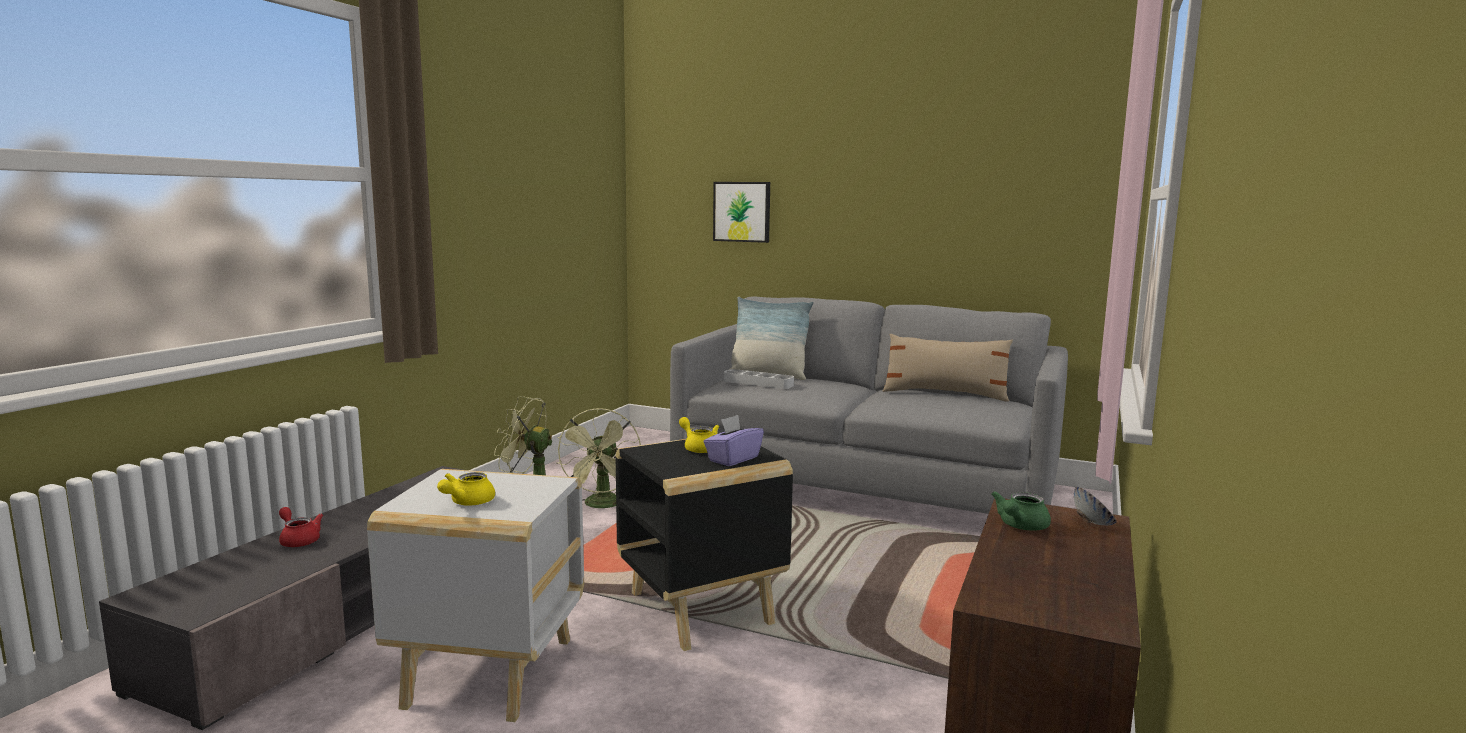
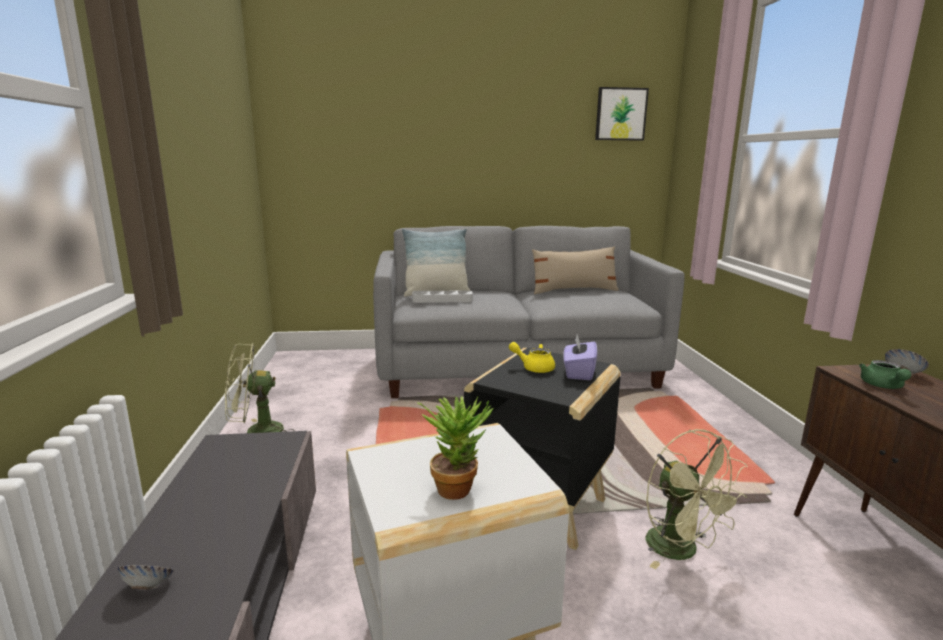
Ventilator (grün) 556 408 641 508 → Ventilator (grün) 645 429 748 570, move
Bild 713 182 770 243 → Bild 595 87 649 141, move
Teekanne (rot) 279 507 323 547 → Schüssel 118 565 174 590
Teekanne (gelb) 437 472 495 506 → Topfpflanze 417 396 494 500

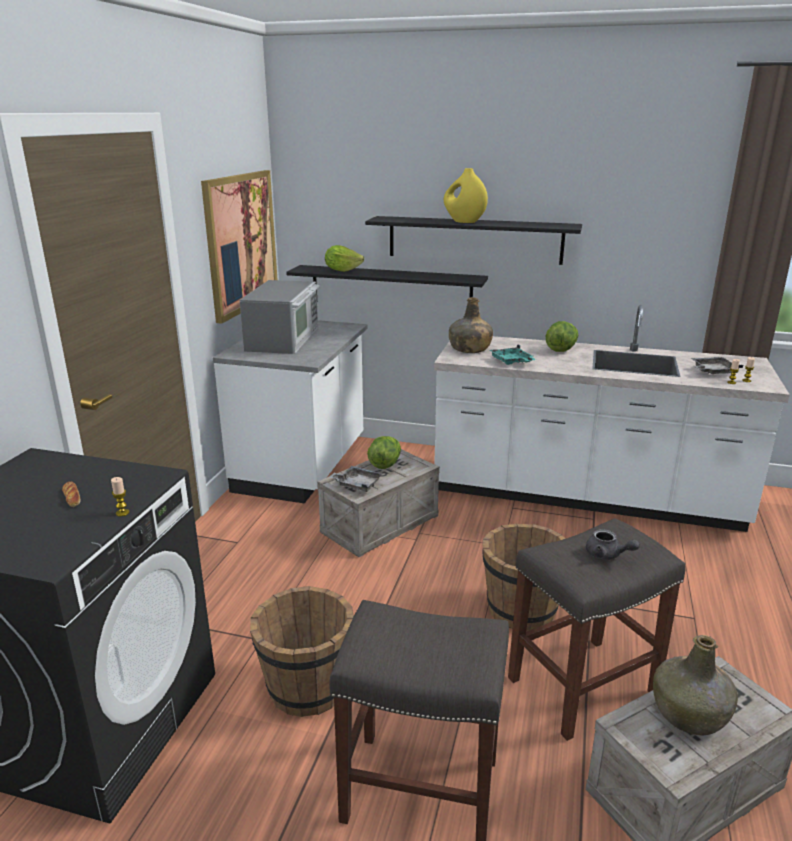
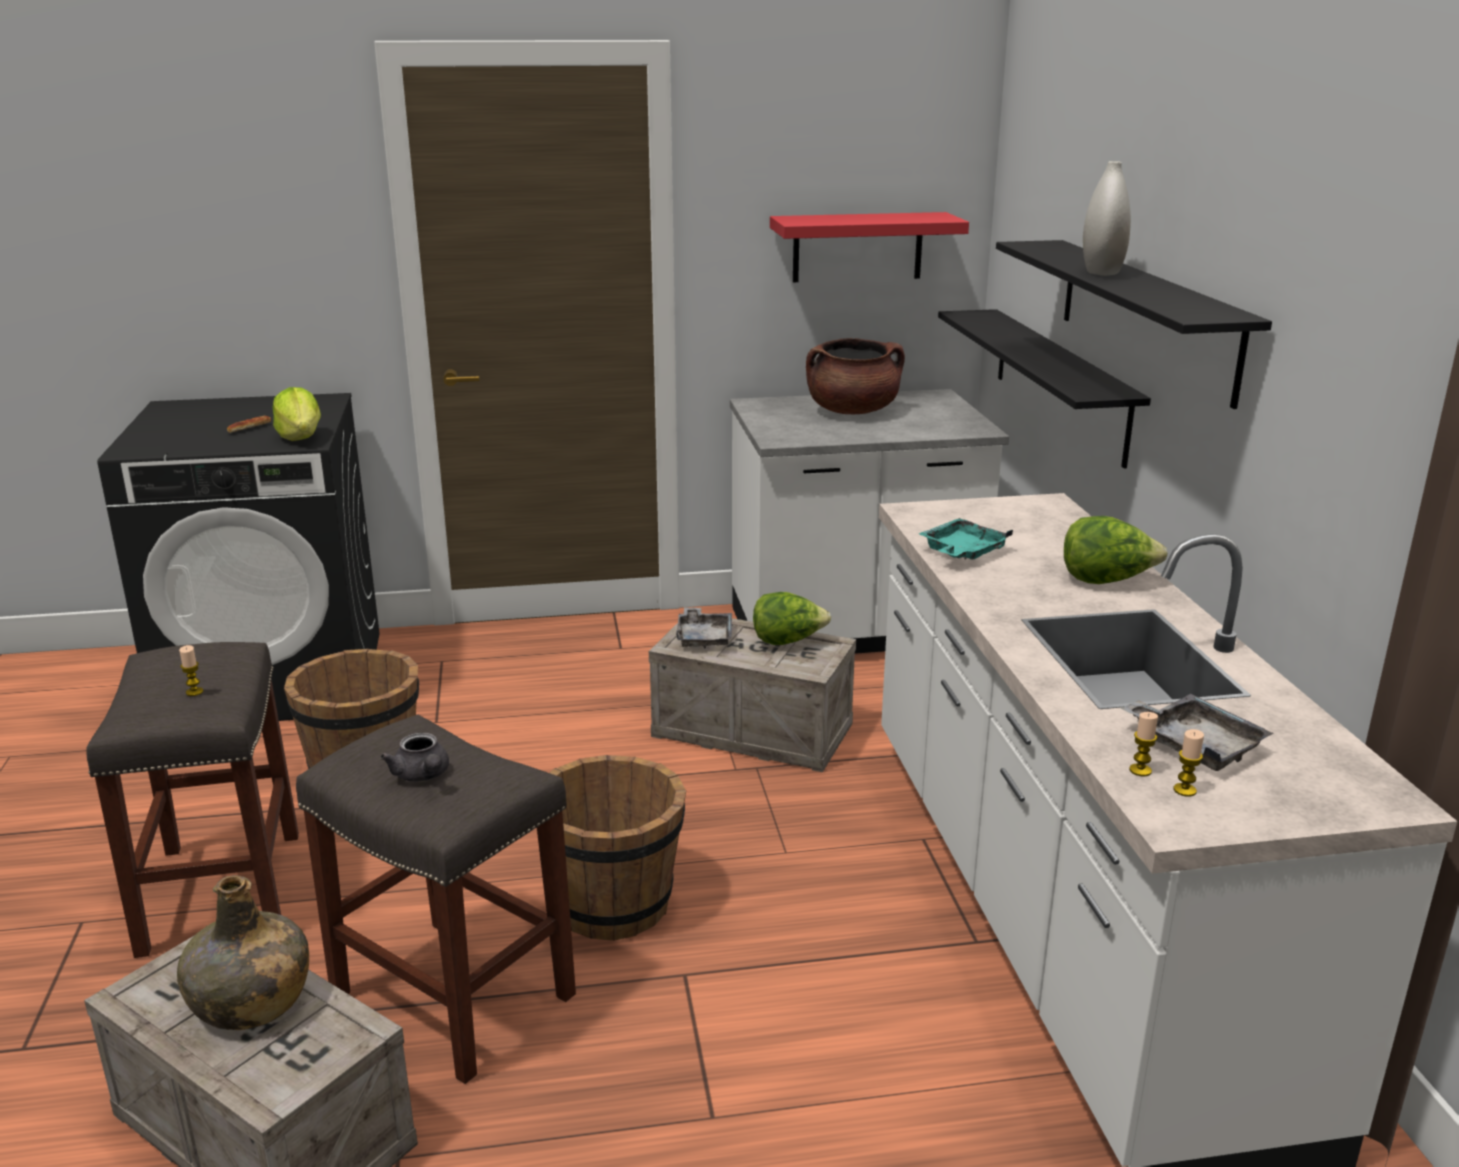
Flasche (grün) 449 297 493 353 → -
Kerze 111 477 130 516 → Kerze 179 645 203 696, move
Salatkopf 325 245 364 272 → Salatkopf 273 387 321 441, move
Bild 201 170 278 324 → Wandregal (rot) 770 212 969 282
Mikrowelle 240 280 320 354 → Kochtopf (braun) 806 338 905 414
Vase (gelb) 444 168 488 223 → Vase (weiß) 1083 161 1131 276
Teekanne (grau) 586 529 640 560 → Teekanne (grau) 380 733 449 782, 45 degrees counterclockwise

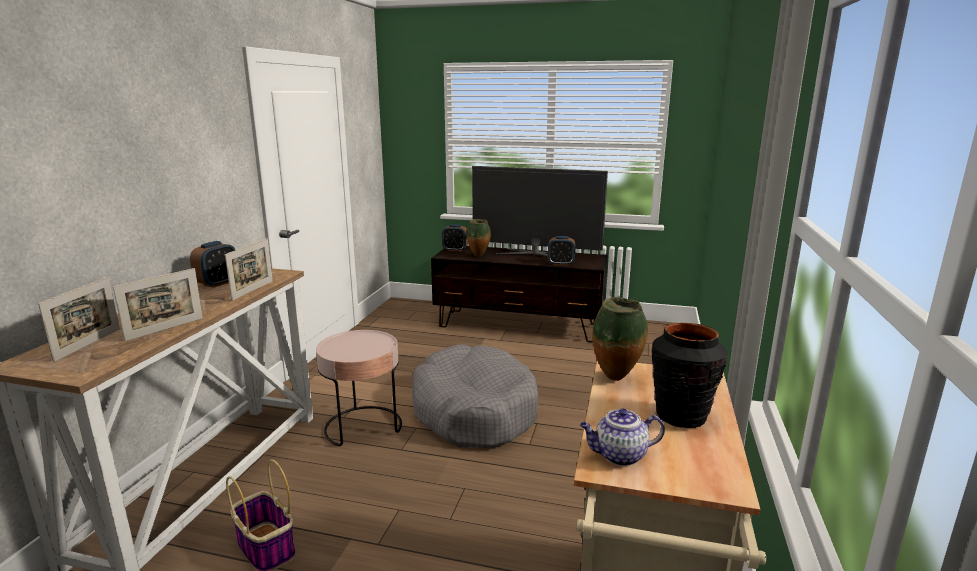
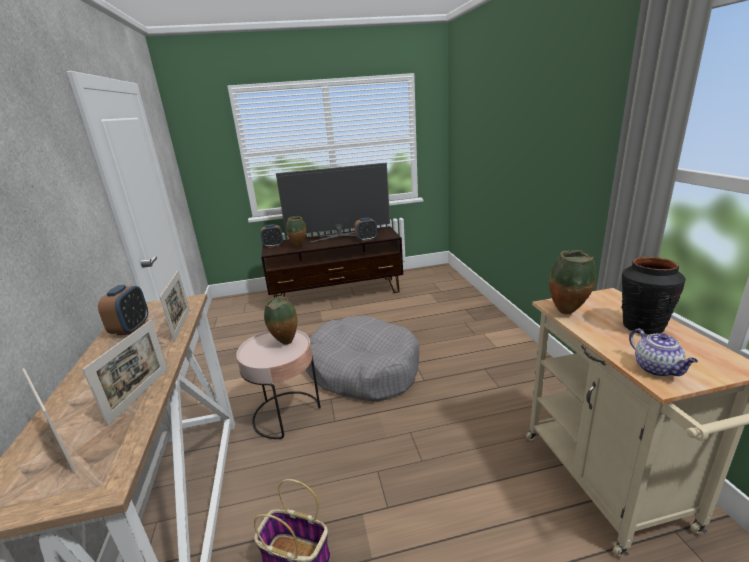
- → Vase 264 296 297 345
Bilderrahmen 38 277 120 362 → Bilderrahmen 22 368 76 473, 150 degrees clockwise
Teekanne 580 408 665 466 → Teekanne 629 328 698 377, 75 degrees counterclockwise

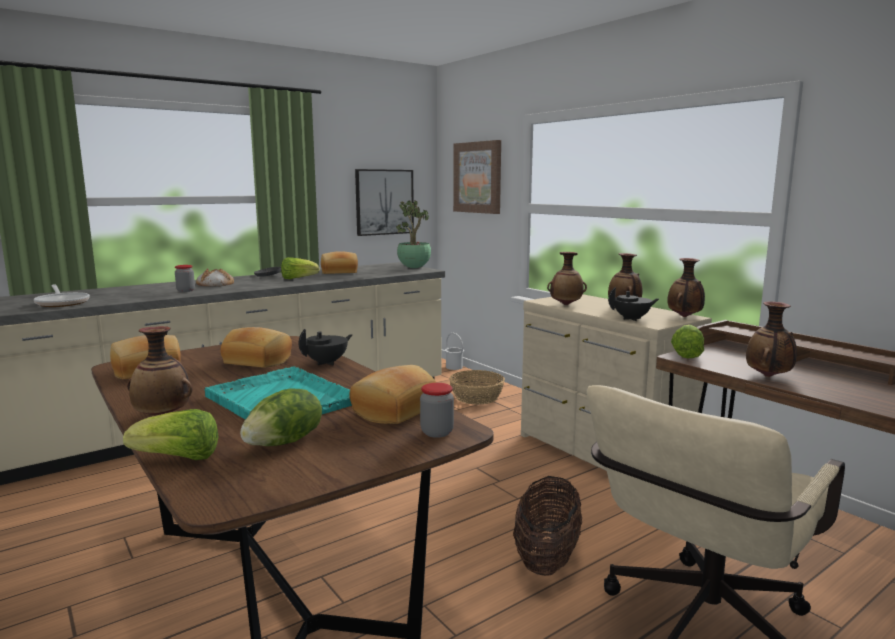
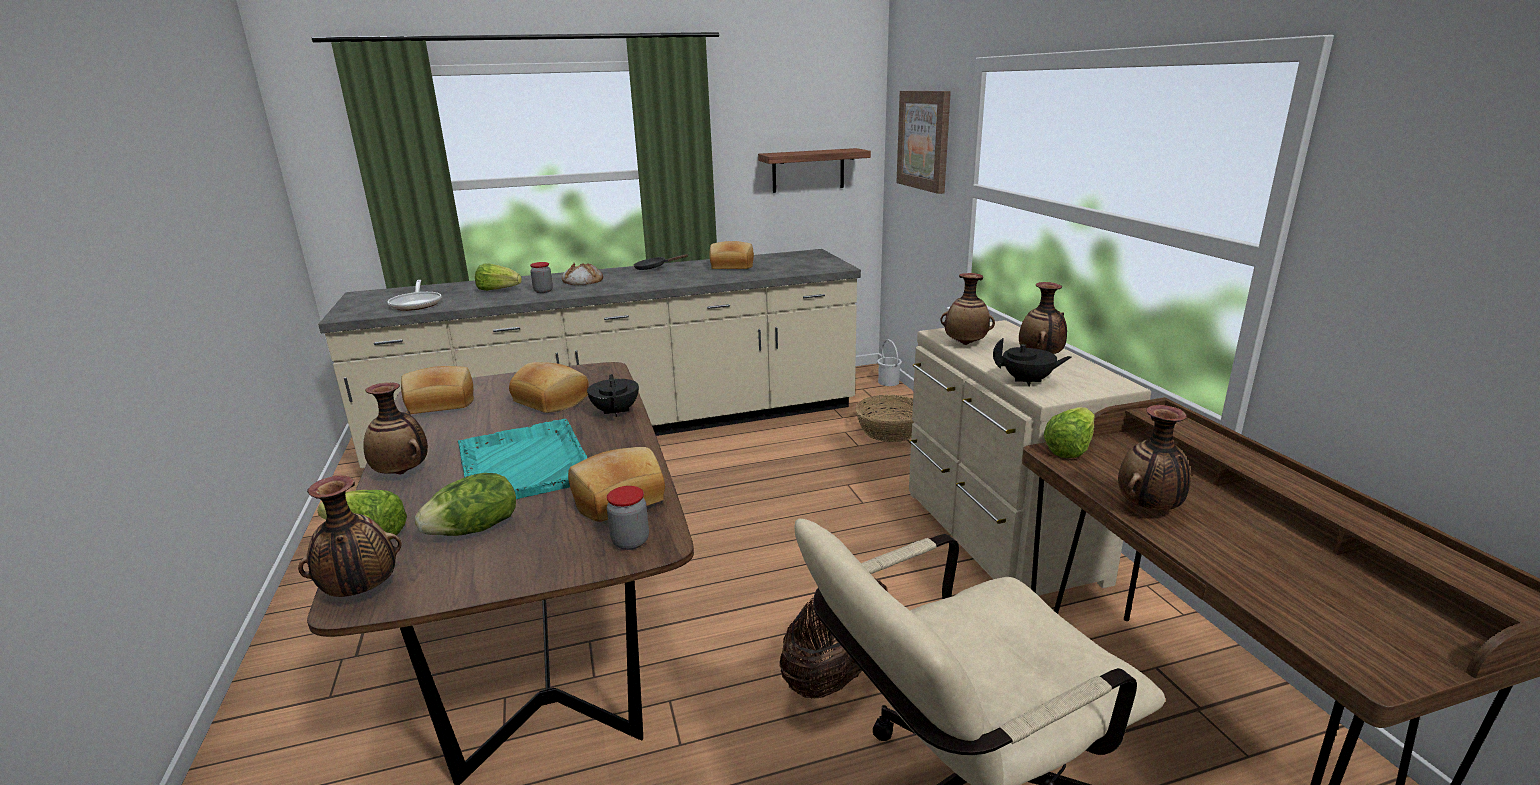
Topfpflanze 396 200 431 268 → -
Salatkopf 281 257 319 279 → Salatkopf 475 263 522 291, move
Vase 667 258 705 317 → Vase 298 475 402 597, move
Bild 355 169 414 236 → Wandregal 758 148 871 193
Teekanne (schwarz) 299 329 352 365 → Teekanne (schwarz) 587 374 639 417, 75 degrees counterclockwise

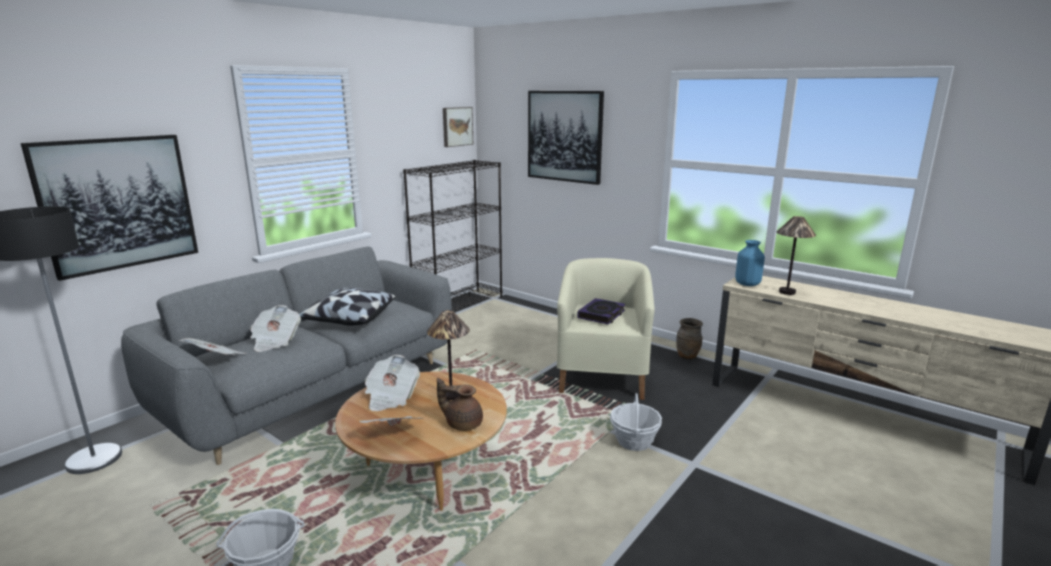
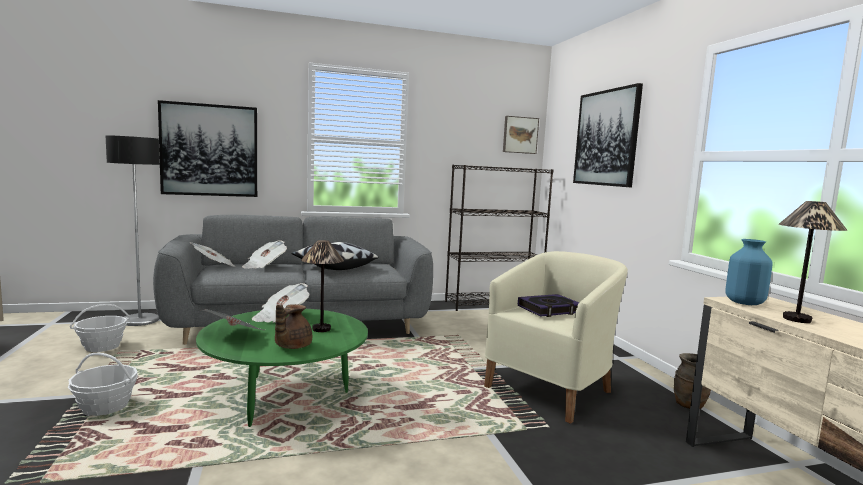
Korb 610 393 662 451 → Korb 70 304 130 352, move
Couchtisch (braun) 335 372 507 511 → Couchtisch (grün) 196 309 368 427
Teekanne (braun) 437 378 483 431 → Teekanne (braun) 275 304 312 349, 120 degrees counterclockwise

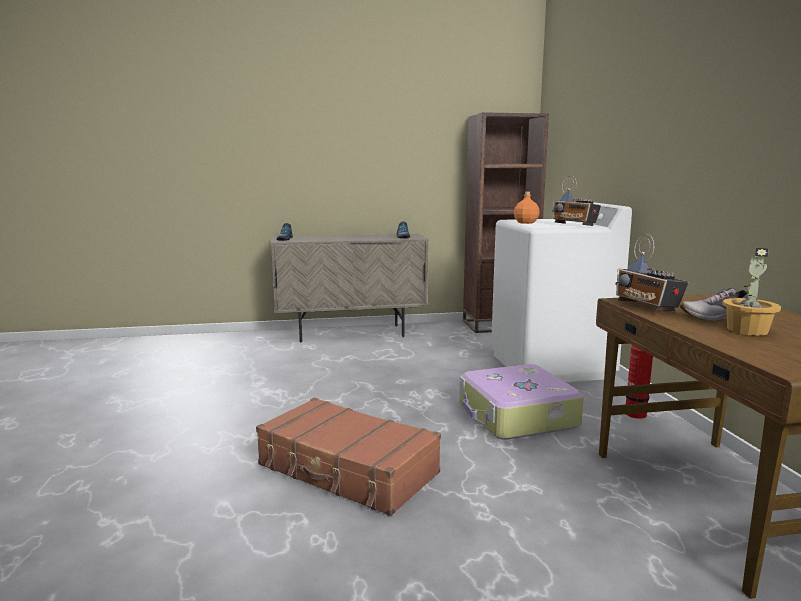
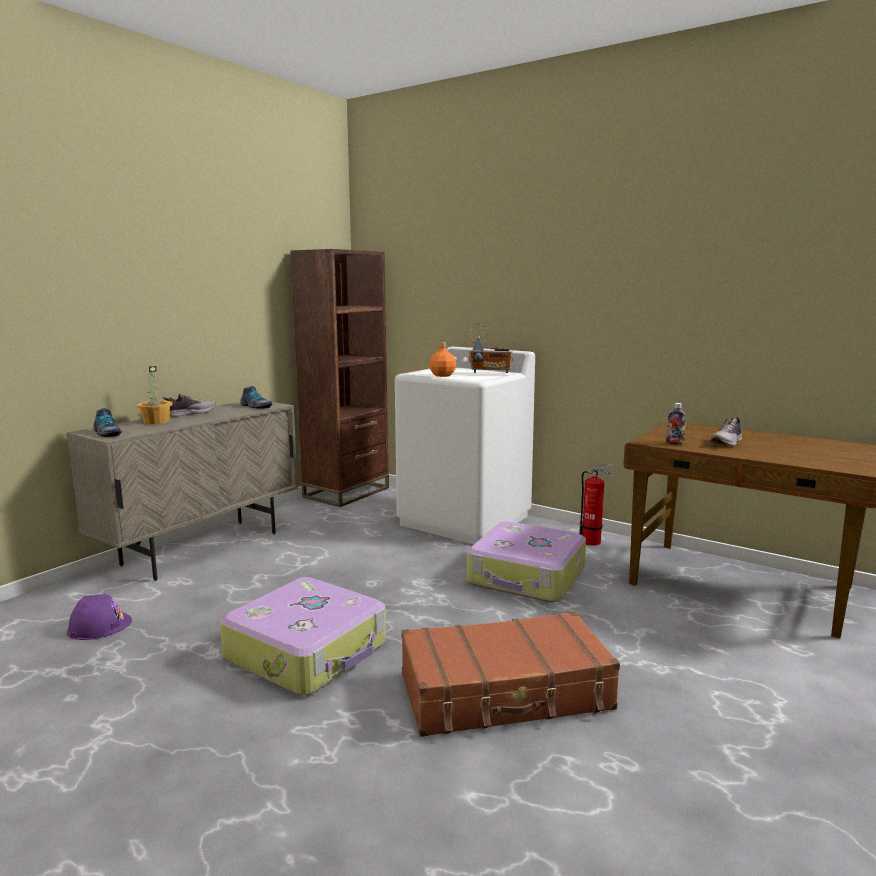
- → Schutzhelm (lila) 67 594 132 640
- → Schuh 163 394 216 417
- → Koffer 220 577 386 695
Topfpflanze 722 248 781 336 → Topfpflanze 136 366 173 424, move
Radio 615 234 689 312 → Flasche 666 403 686 445

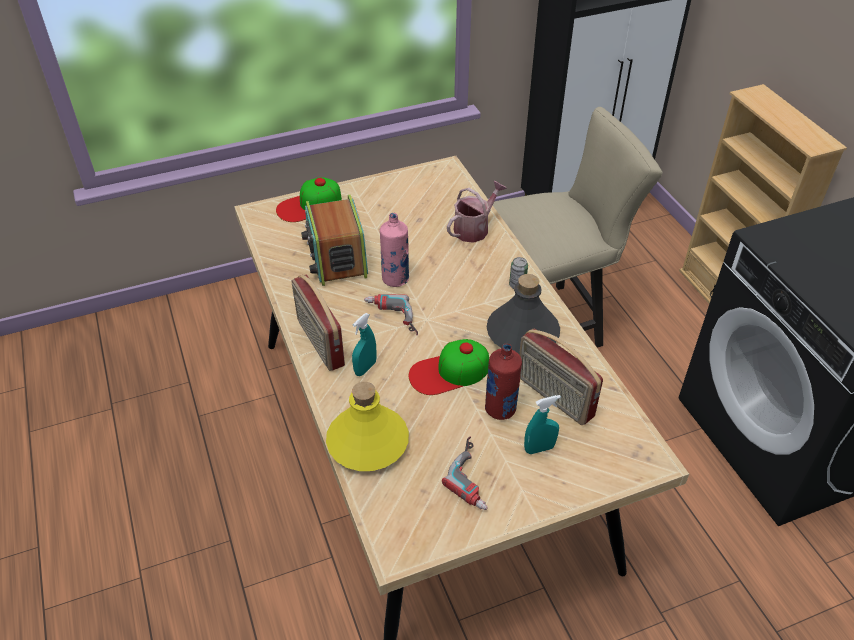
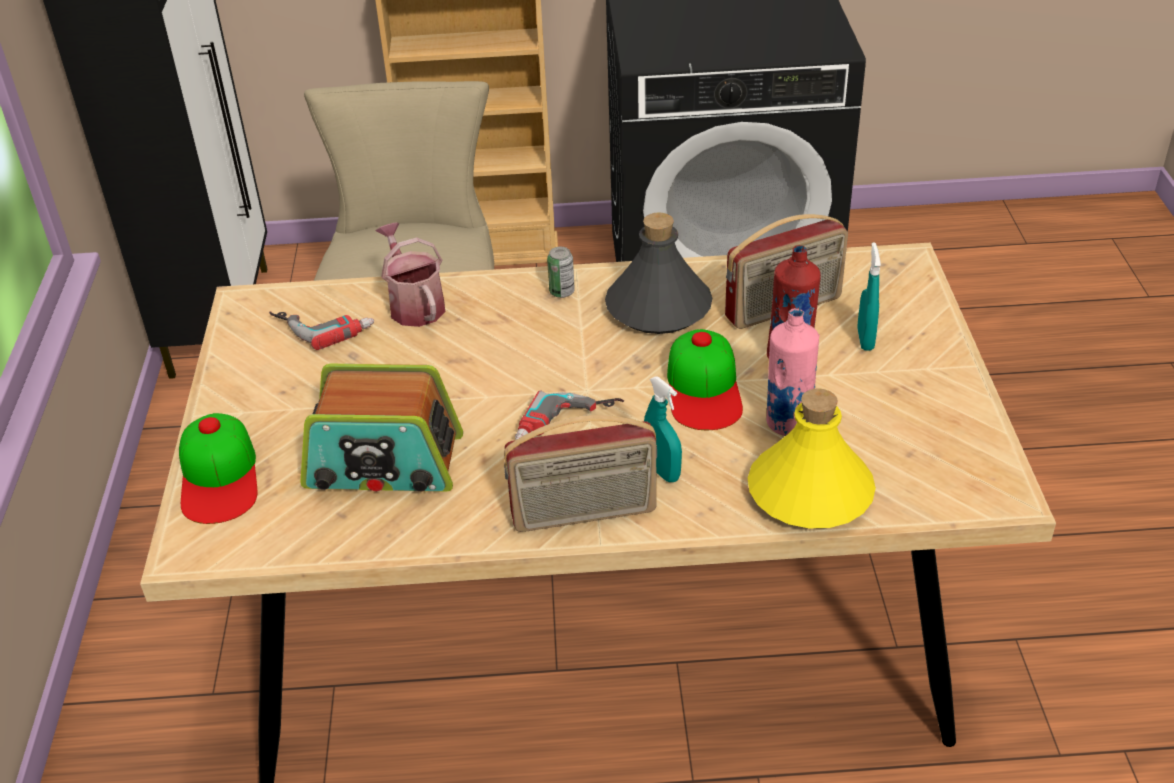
Flasche (rosa) 380 213 409 287 → Flasche (rosa) 766 308 819 436, move
Bohrmaschine 442 436 488 510 → Bohrmaschine 269 311 374 350, move

